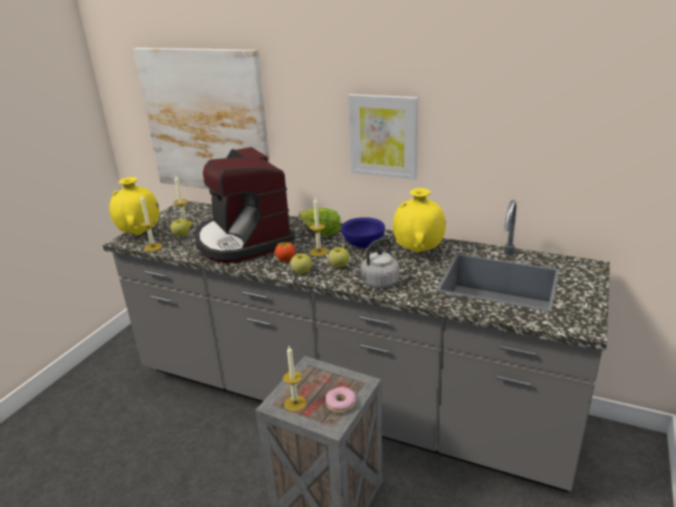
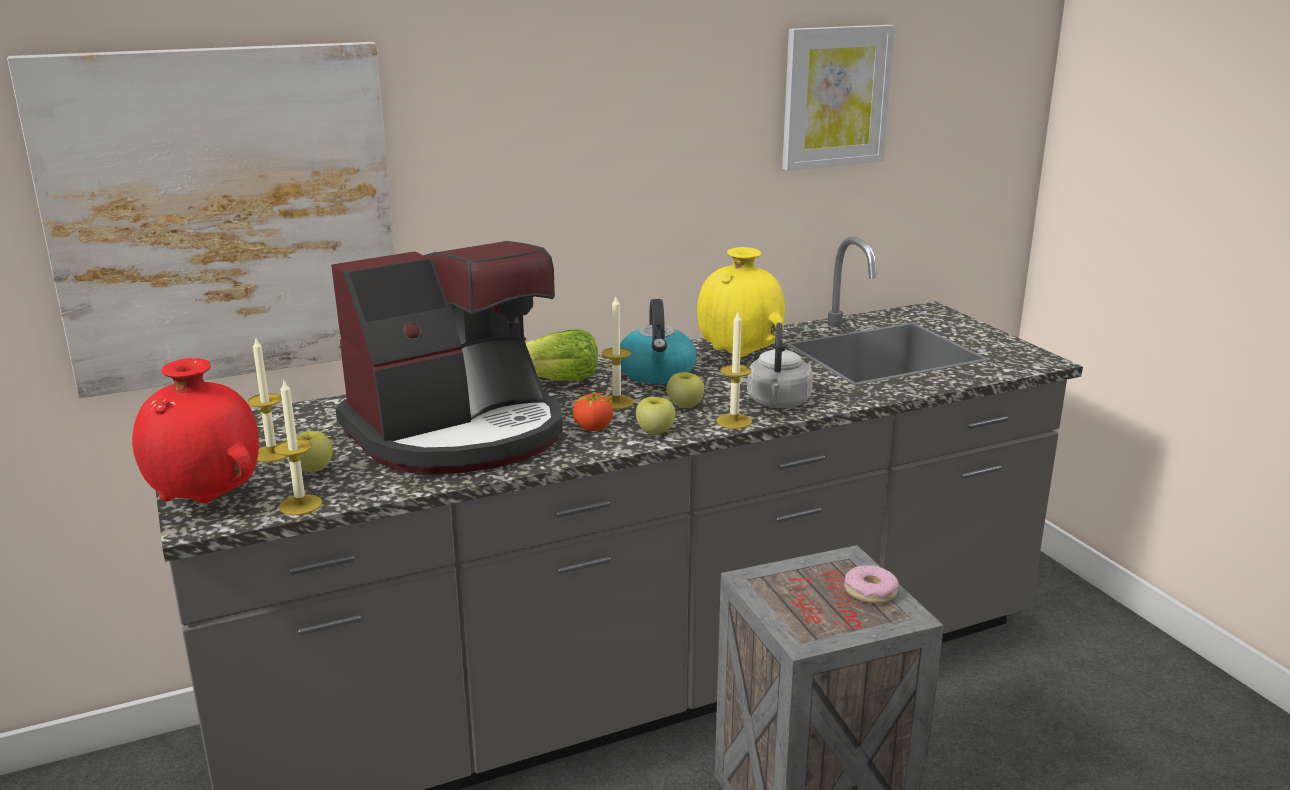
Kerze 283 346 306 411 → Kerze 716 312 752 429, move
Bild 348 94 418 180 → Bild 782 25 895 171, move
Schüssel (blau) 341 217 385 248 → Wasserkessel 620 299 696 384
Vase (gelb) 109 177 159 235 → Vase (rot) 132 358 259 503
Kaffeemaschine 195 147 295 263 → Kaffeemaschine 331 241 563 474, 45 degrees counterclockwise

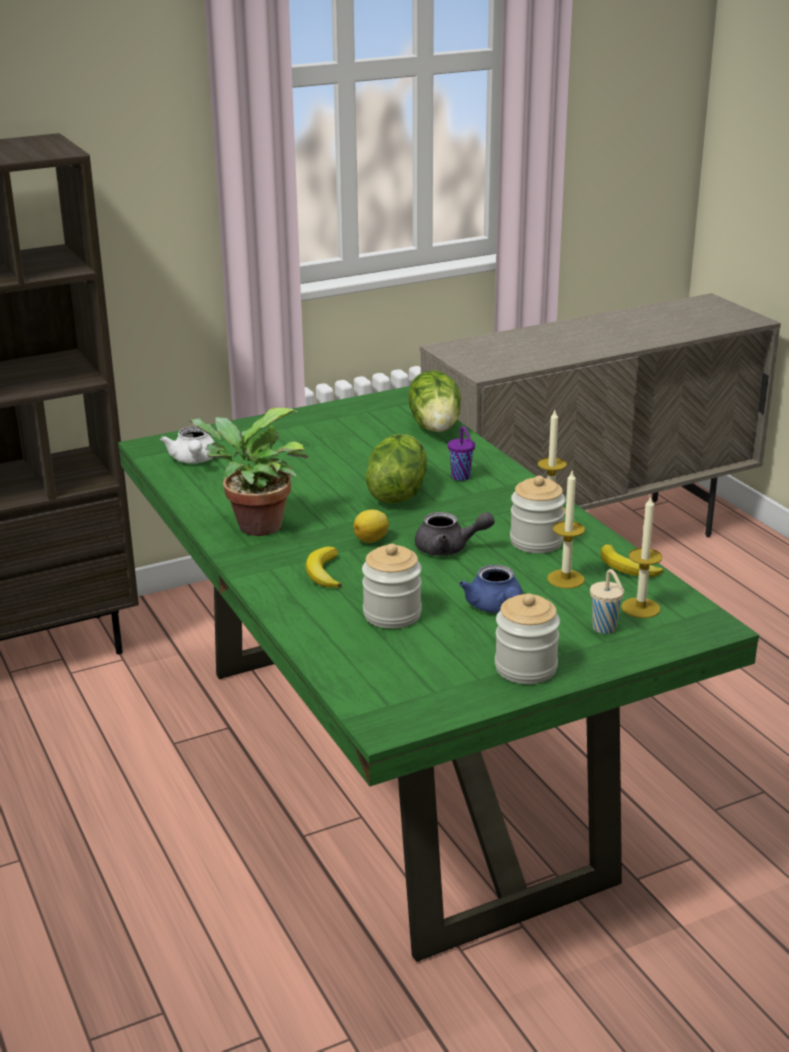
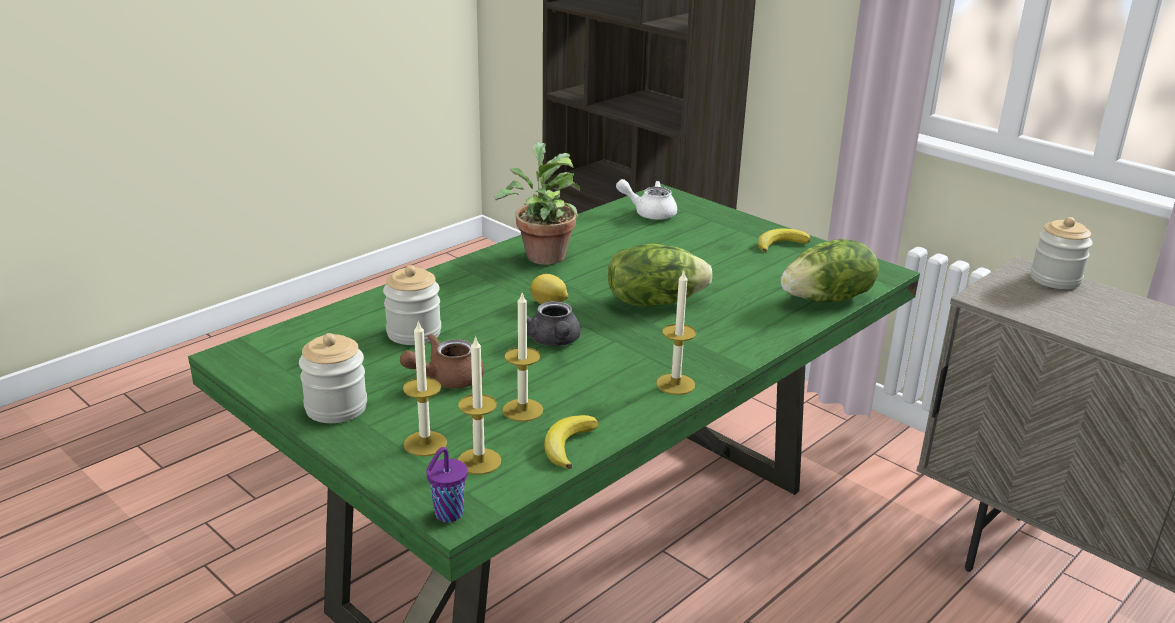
Banane 306 546 342 588 → Banane 758 228 810 253, move
Tasse (lila) 448 426 475 481 → Tasse (lila) 426 447 468 522, move
Vorratsglas 510 476 566 553 → Vorratsglas 1031 217 1093 289, move
Tasse (beige) 590 569 624 634 → Kerze 403 320 447 456
Teekanne (blau) 459 565 523 613 → Teekanne (braun) 400 334 484 389
Teekanne (weiß) 160 426 217 463 → Teekanne (weiß) 616 179 677 220, 45 degrees clockwise

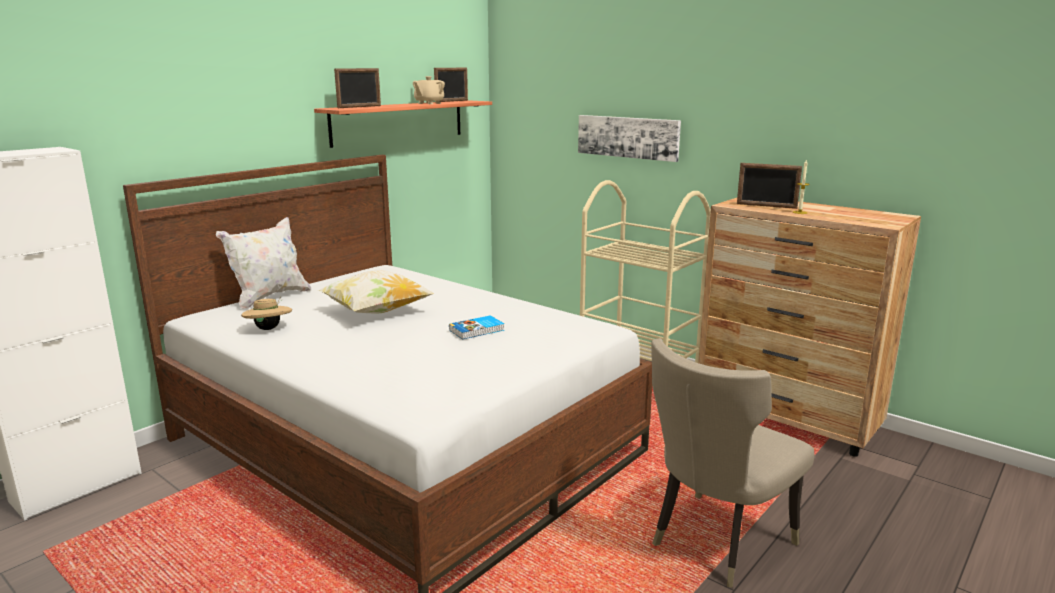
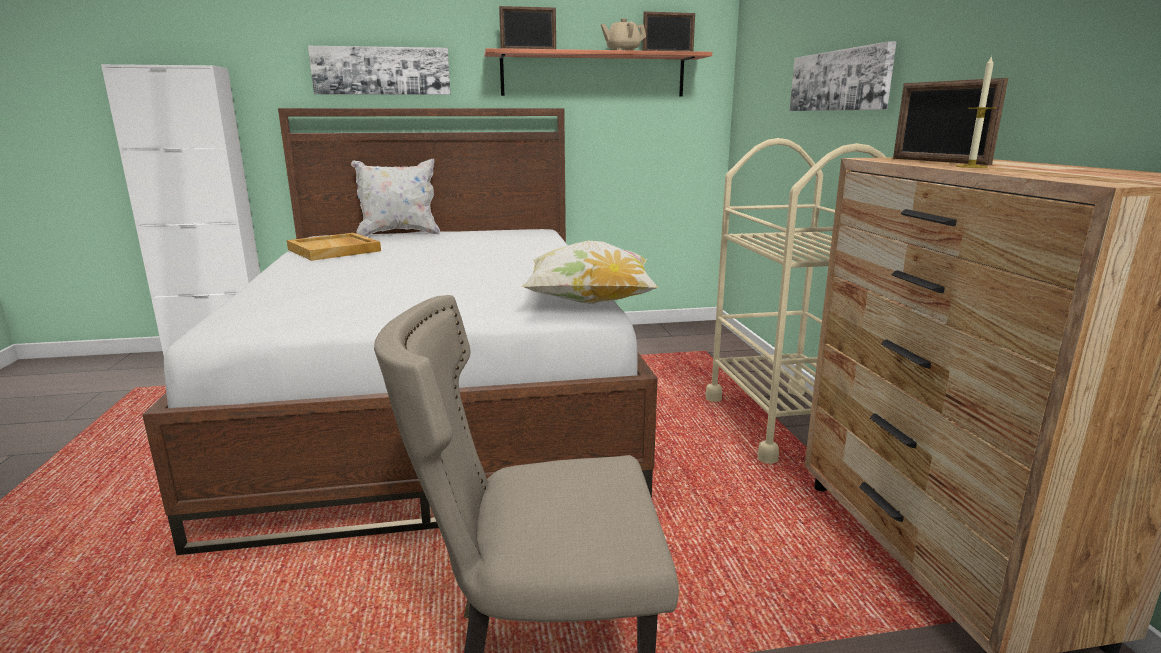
Buch 449 315 504 340 → -
- → Bild 308 46 451 95
Kissen 318 270 434 314 → Kissen 521 241 658 304, move
Hut (beige) 241 297 292 330 → Tablett (beige) 287 233 381 261

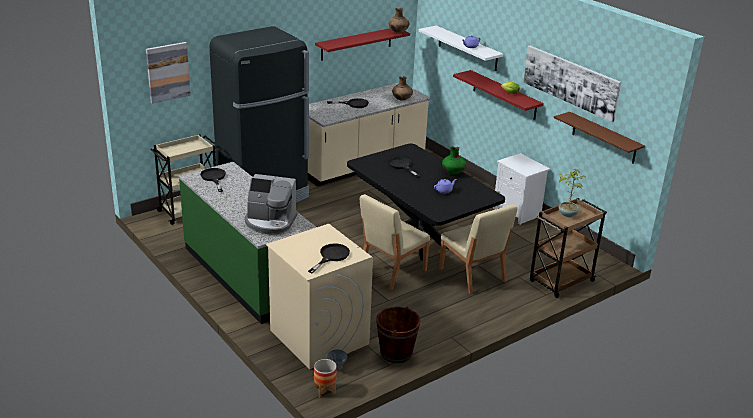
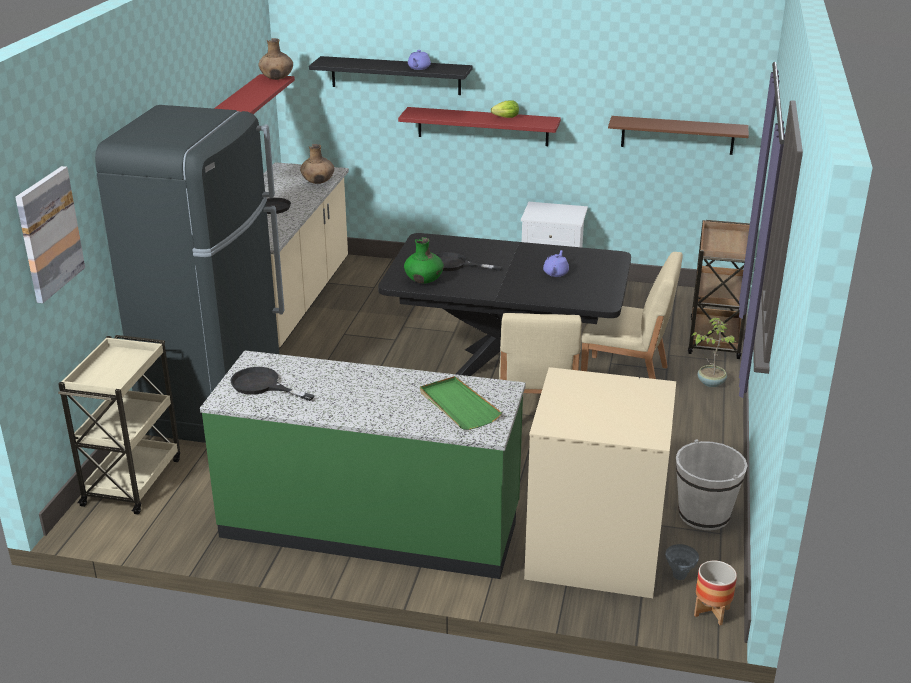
Pfanne (schwarz) 308 243 350 274 → -
Bild 523 46 621 122 → -
Vase (grün) 442 146 466 174 → Vase (grün) 404 237 444 284, move
Topfpflanze 559 169 587 217 → Topfpflanze 692 317 737 387, move
Kaffeemaschine 245 174 298 235 → Tablett (grün) 420 376 502 430
Eimer (braun) 376 306 421 363 → Eimer (weiß) 676 439 748 530
Wandregal (weiß) 418 26 504 71 → Wandregal (schwarz) 309 56 472 95

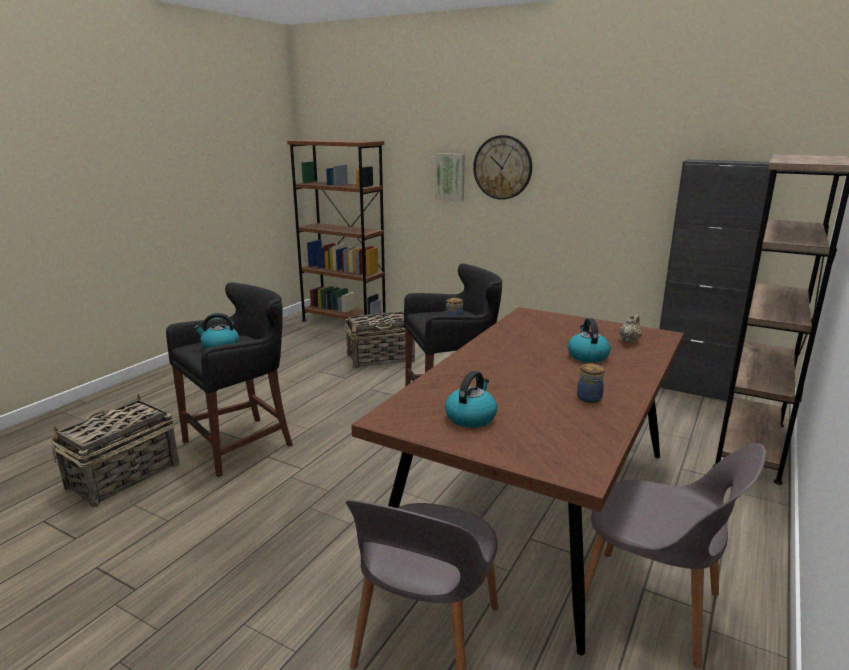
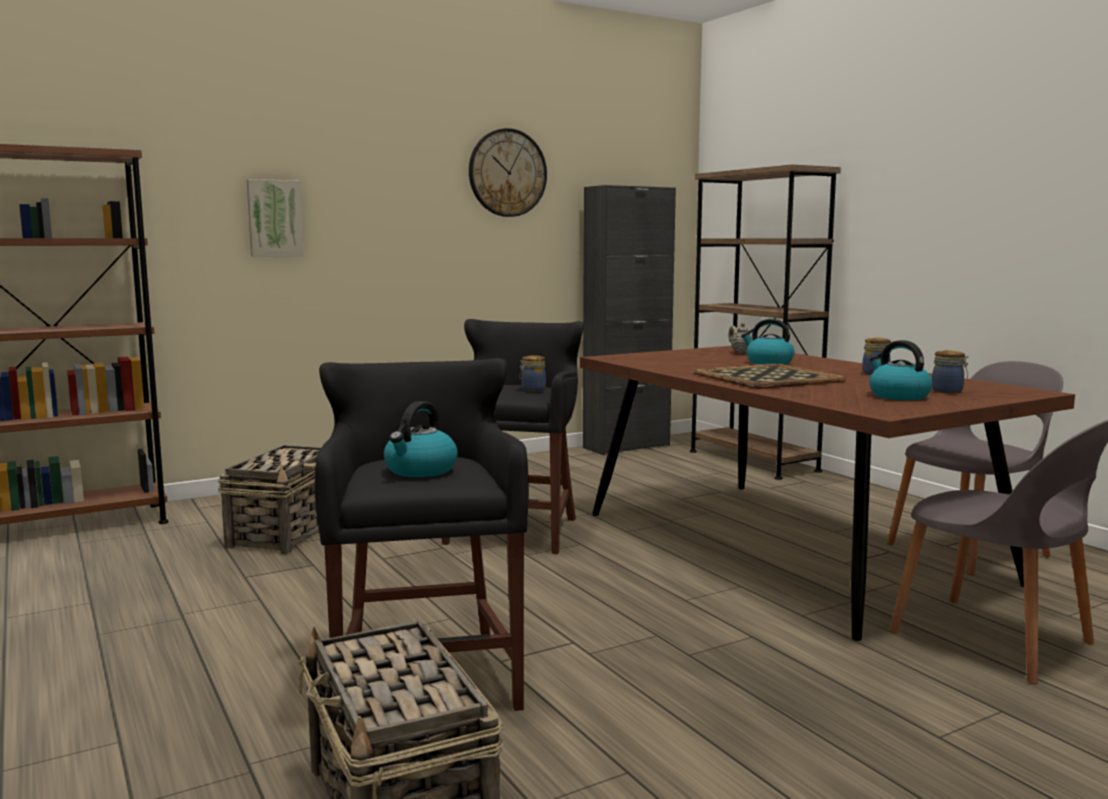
- → Tablett 694 363 846 389
- → Vorratsglas 932 350 969 394
Wanduhr 473 135 532 200 → Wanduhr 469 128 547 217, move

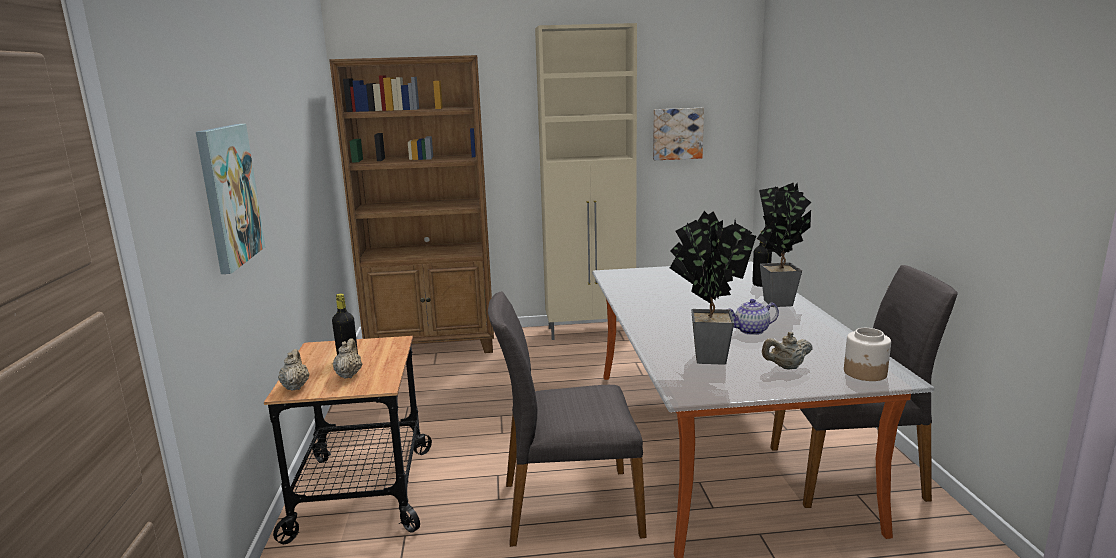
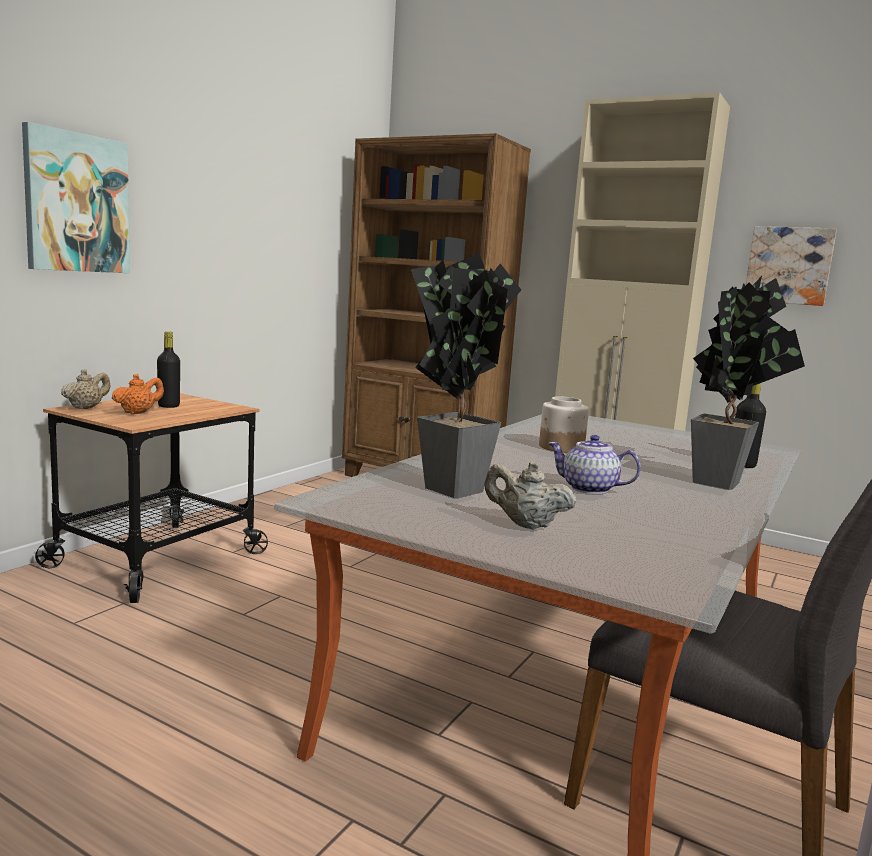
Stuhl (grau) 488 291 647 547 → -
Vorratsglas 844 328 891 381 → Vorratsglas 539 396 589 453, move
Teekanne (beige) 333 338 362 379 → Teekanne (orange) 112 374 164 414

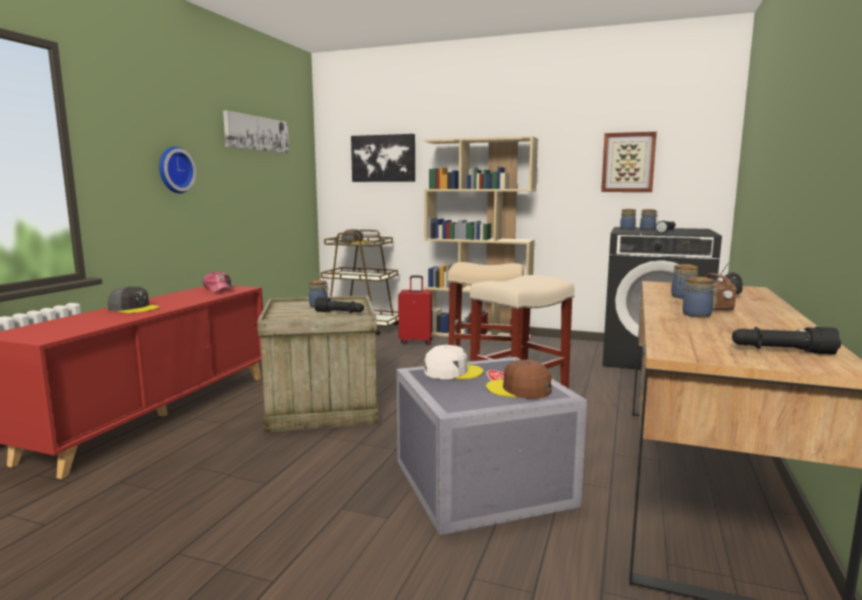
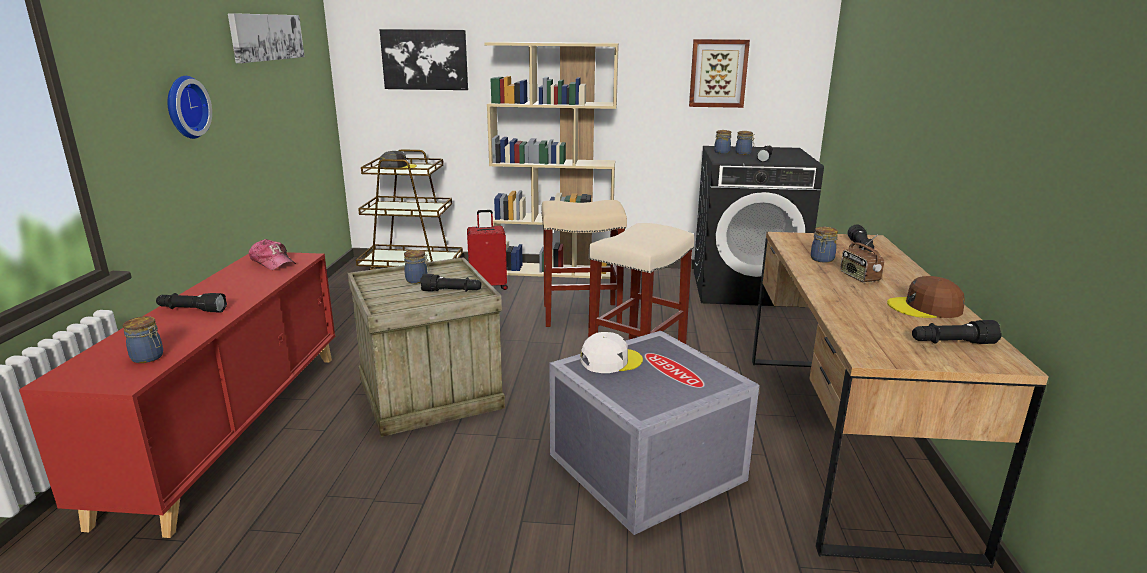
Kappe (braun) 486 360 552 399 → Kappe (braun) 887 276 965 318, move
Vorratsglas 682 277 718 318 → Vorratsglas 123 316 163 363, move
Kappe (grau) 108 286 159 313 → Taschenlampe (schwarz) 156 293 227 313

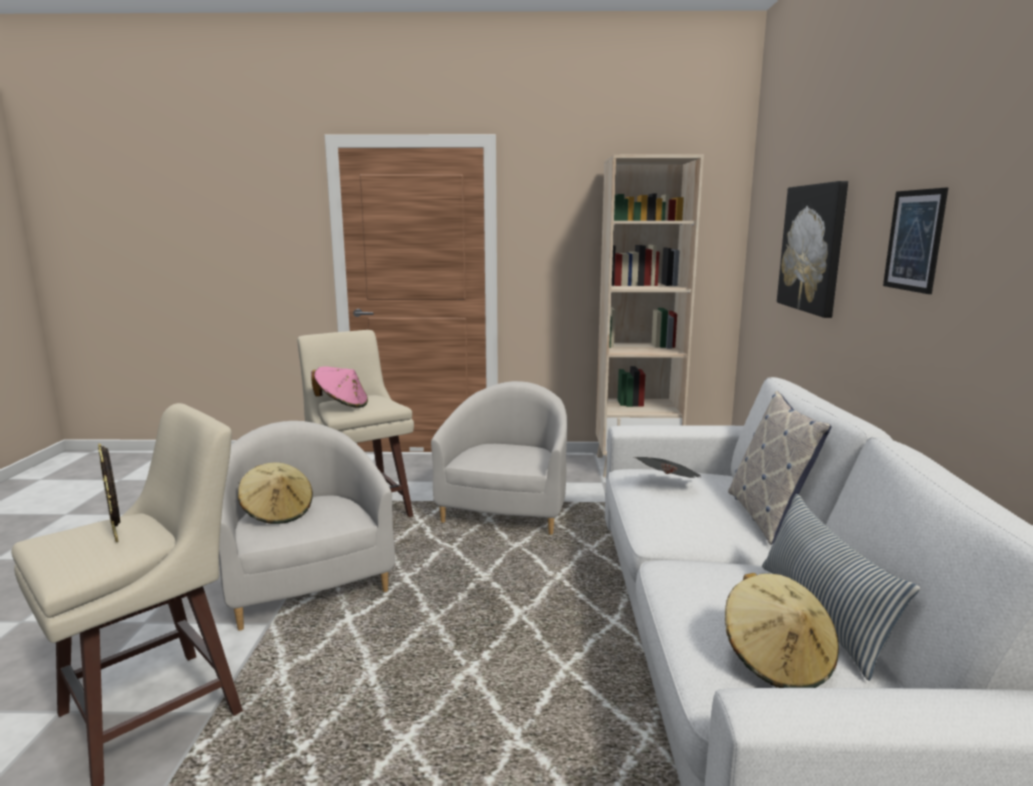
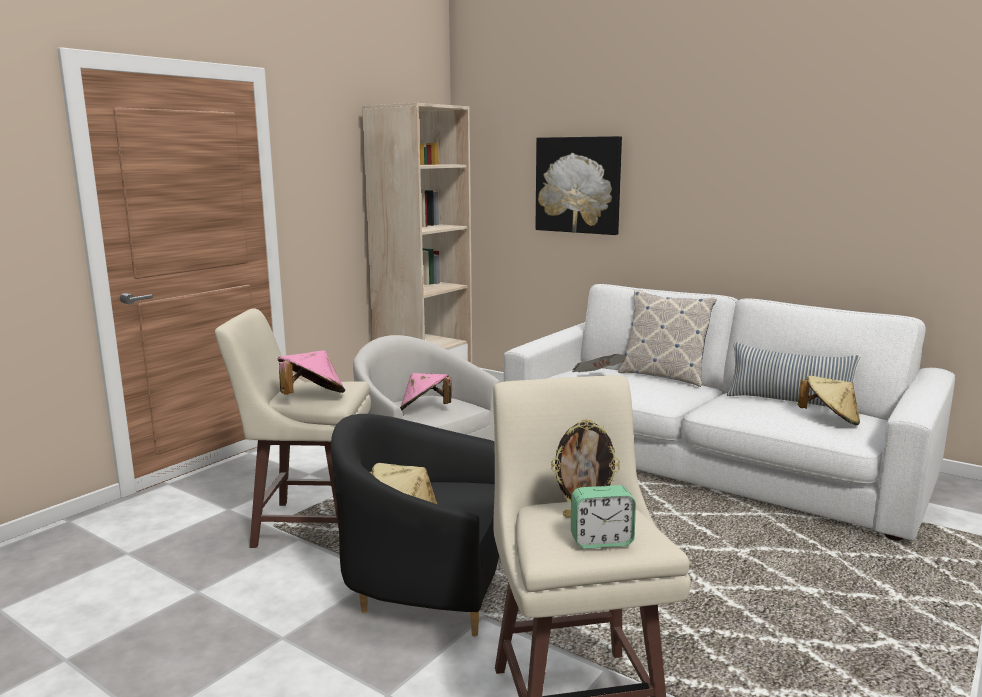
Bild 883 188 948 294 → -
- → Hut (rosa) 400 373 452 410
- → Wecker 571 485 636 549
Sessel (weiß) 219 421 395 631 → Sessel (schwarz) 331 414 499 637

